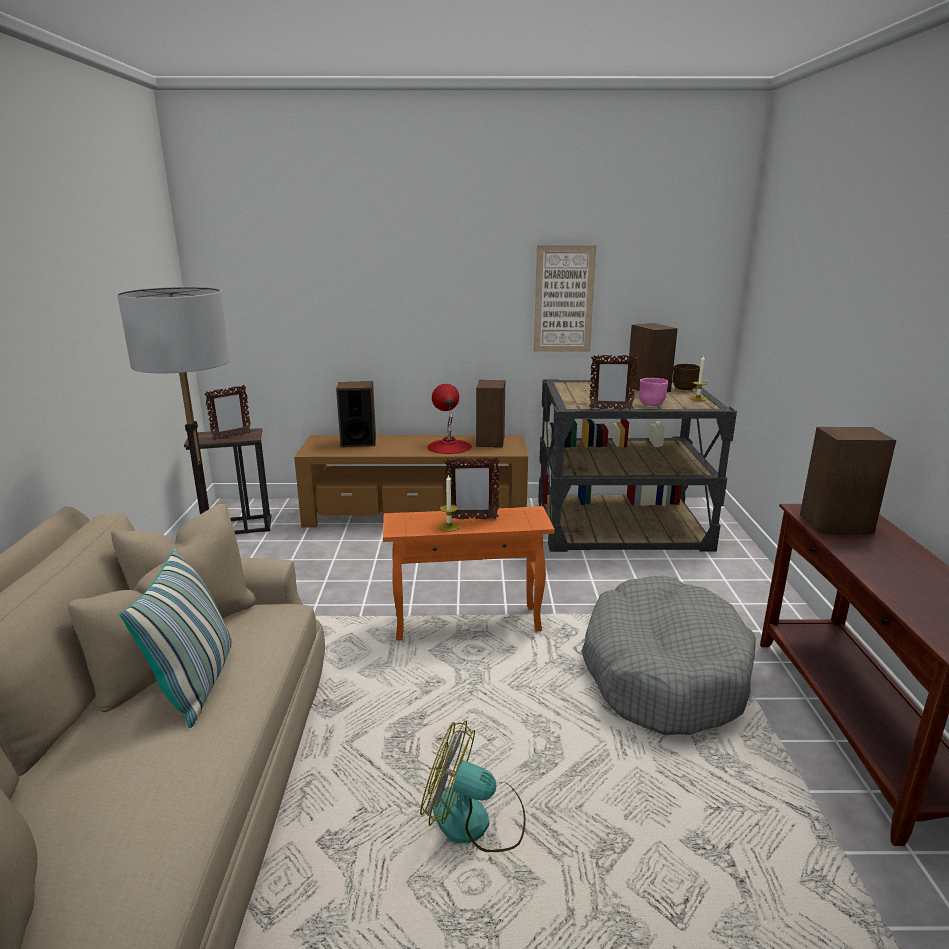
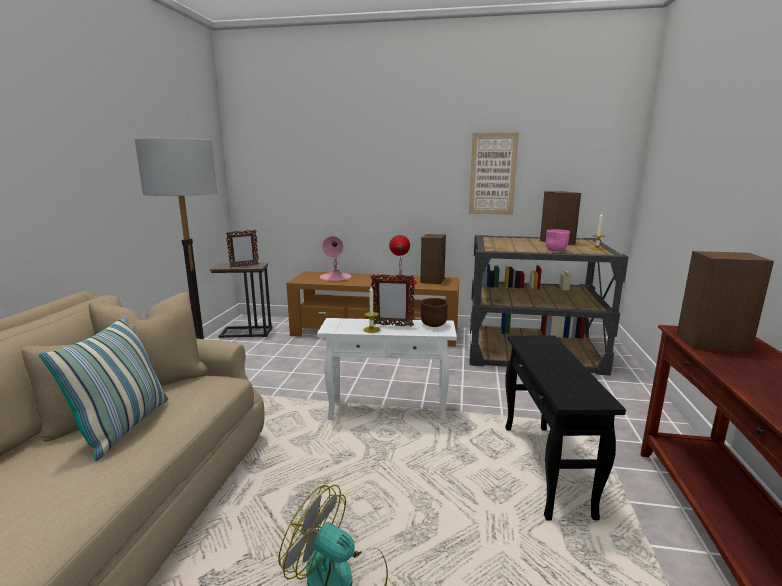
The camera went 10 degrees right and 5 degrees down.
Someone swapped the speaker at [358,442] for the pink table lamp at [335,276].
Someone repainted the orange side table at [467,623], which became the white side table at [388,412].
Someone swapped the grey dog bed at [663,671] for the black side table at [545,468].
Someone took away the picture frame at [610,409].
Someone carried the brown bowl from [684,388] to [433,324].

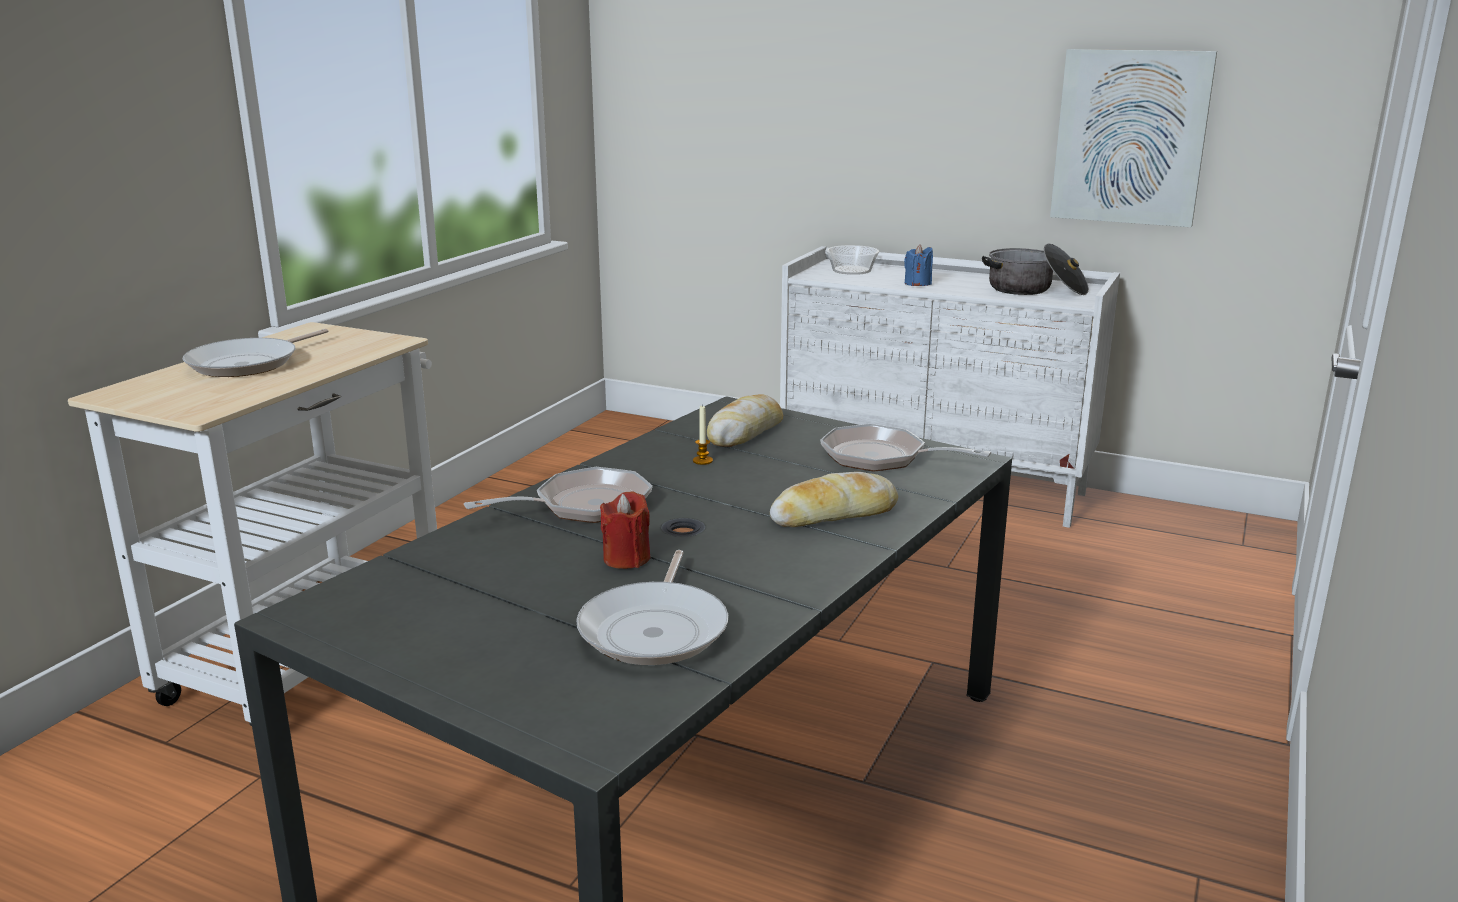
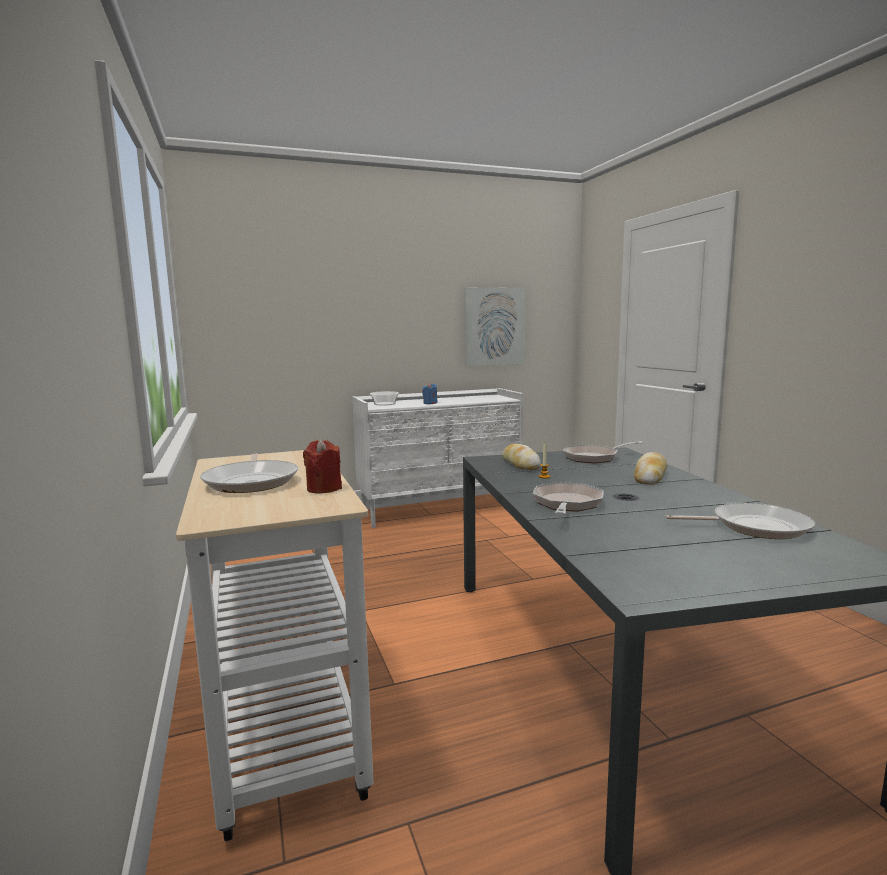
The camera went 45 degrees left and 10 degrees down.
Someone rotated the frying pan at [656,629] by 45 degrees counterclockwise.
Someone carried the red candle from [626,558] to [324,488].
Someone took away the cooking pot at [1035,290].

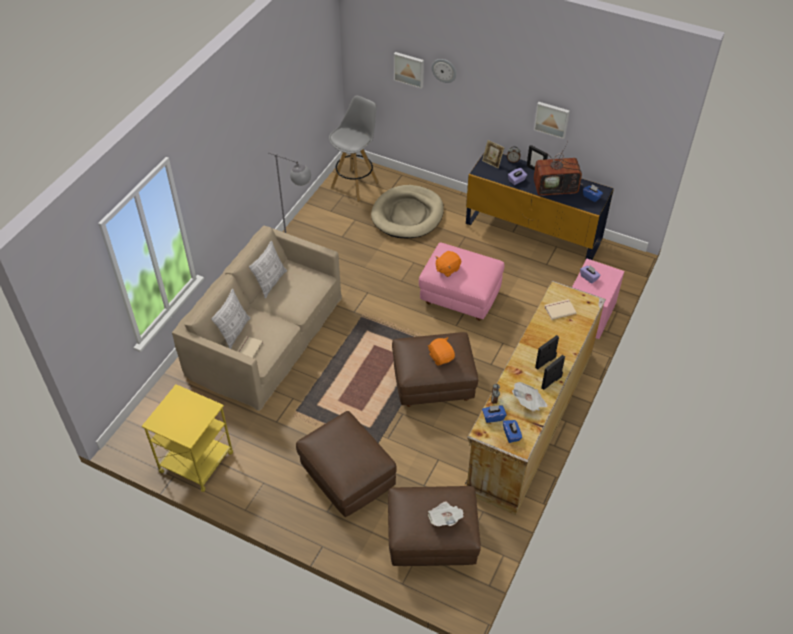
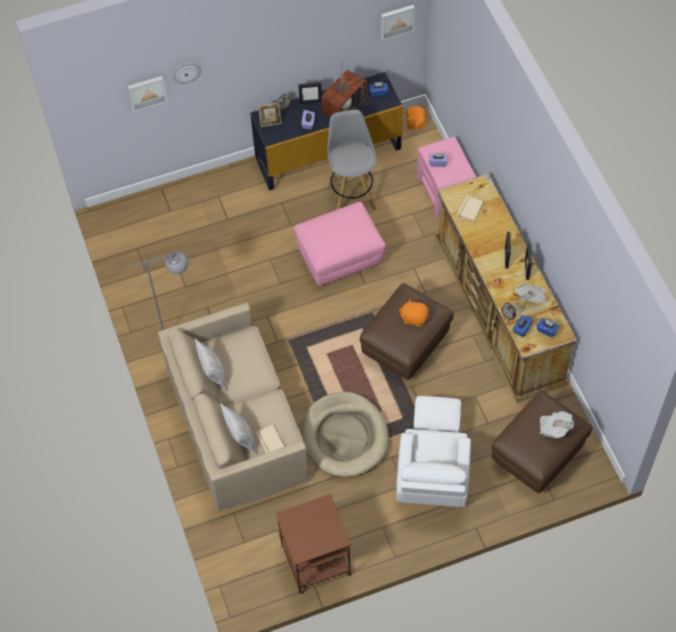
The camera went 45 degrees left and 10 degrees up.
Someone repainted the yellow cart at [195,461], which became the brown cart at [315,561].
Someone swapped the brown ottoman at [347,478] for the white armchair at [433,468].
Someone carried the grey stool from [356,185] to [352,196].
Someone carried the beige dog bed from [407,215] to [345,436].
Someone carried the orange plush toy from [447,269] to [415,123].
Someone carried the picture from [552,119] to [397,21].

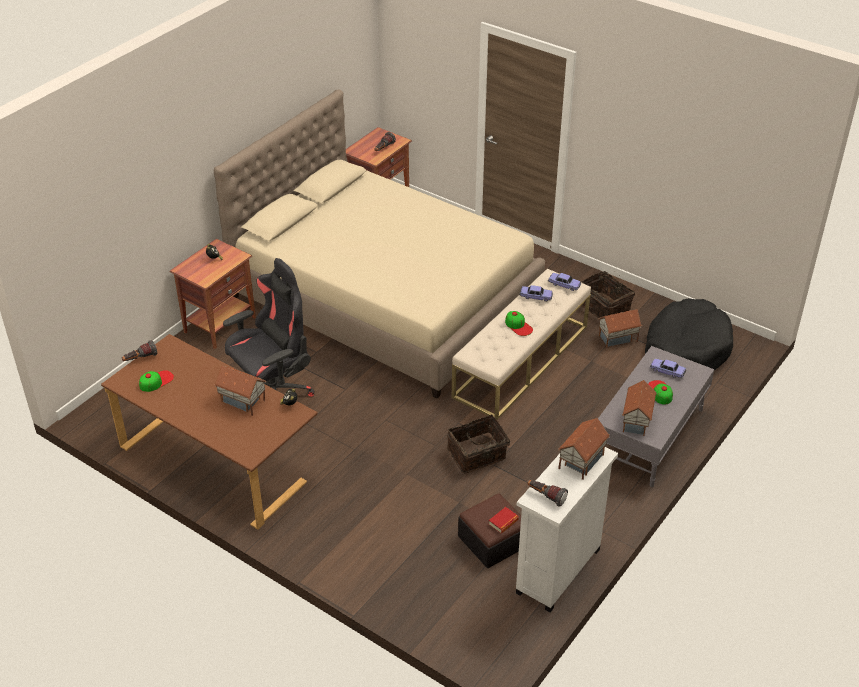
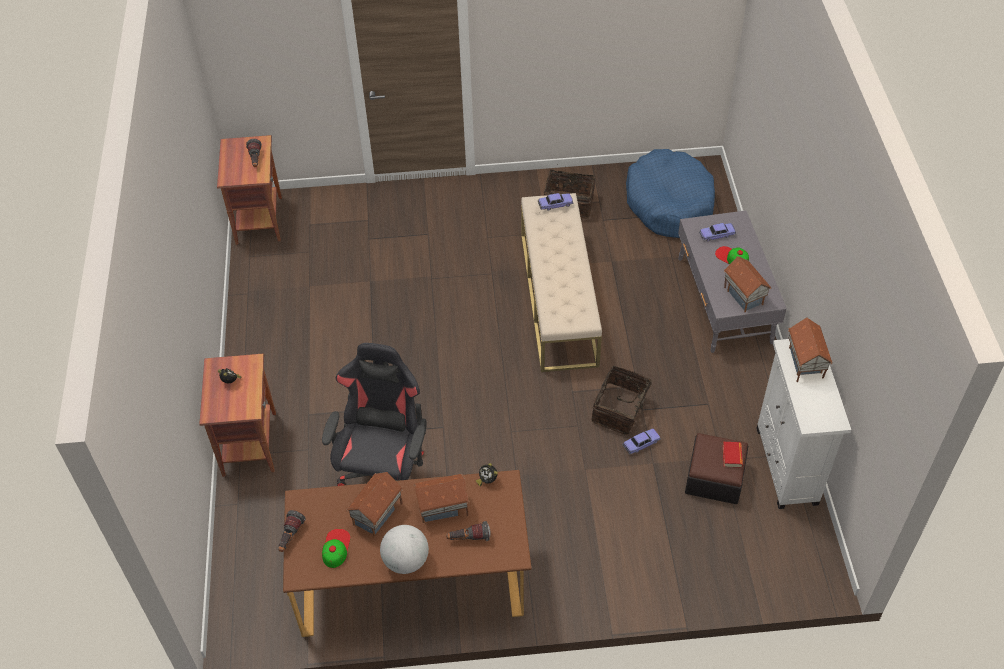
The camera went 40 degrees left and 10 degrees up.
Someone took away the beige bed at [385,298].
Someone took away the cap at [518,326].
Someone carried the toy car from [536,296] to [641,444].
Someone carried the flashlight from [545,496] to [468,538].
Someone carried the toy house from [618,339] to [378,514].
Someone repainted the black dog bed at [686,349], which became the blue dog bed at [669,203].
Someone put down the globe at [406,561].

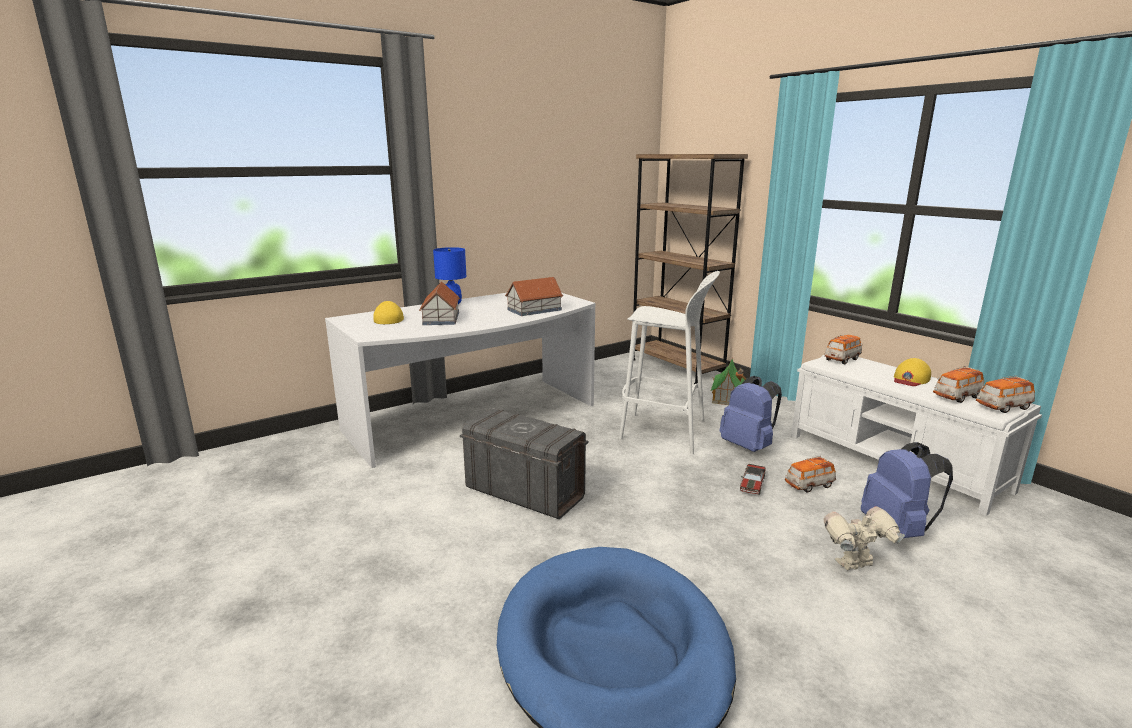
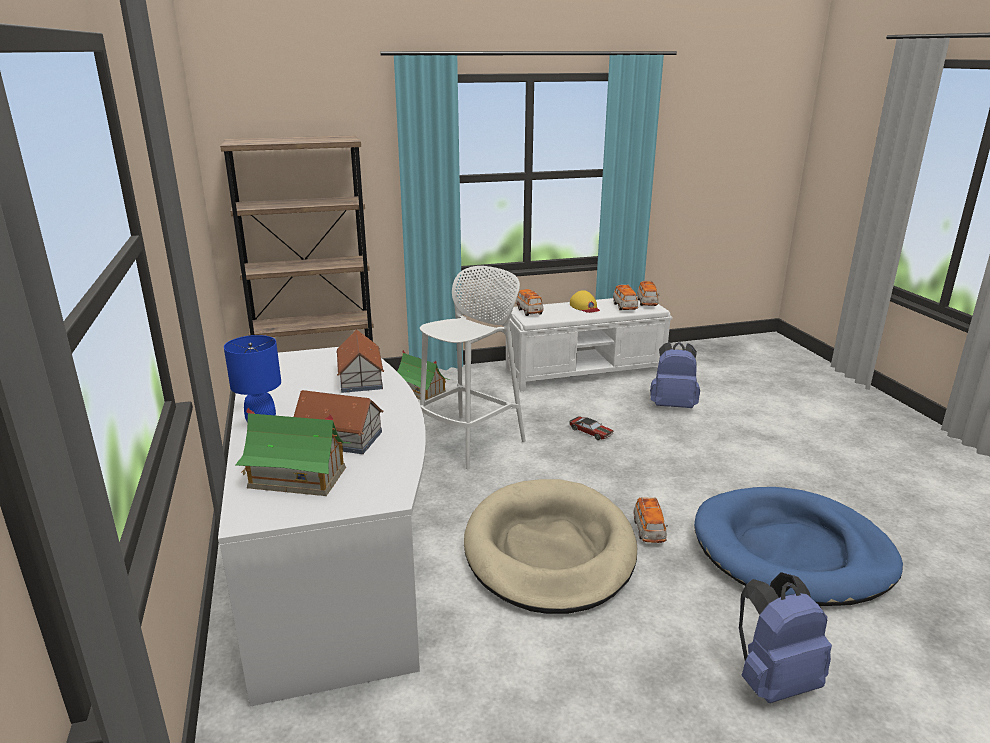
The camera went 70 degrees left and 5 degrees up.
Someone swapped the yellow cap at [389,318] for the toy house at [296,477].
Someone swapped the grey storage box at [524,492] for the beige dog bed at [549,550].
Someone carried the blue backpack from [748,446] to [773,681].
Someone carried the toy car from [809,485] to [648,531].
Someone took away the toy robot at [856,565].

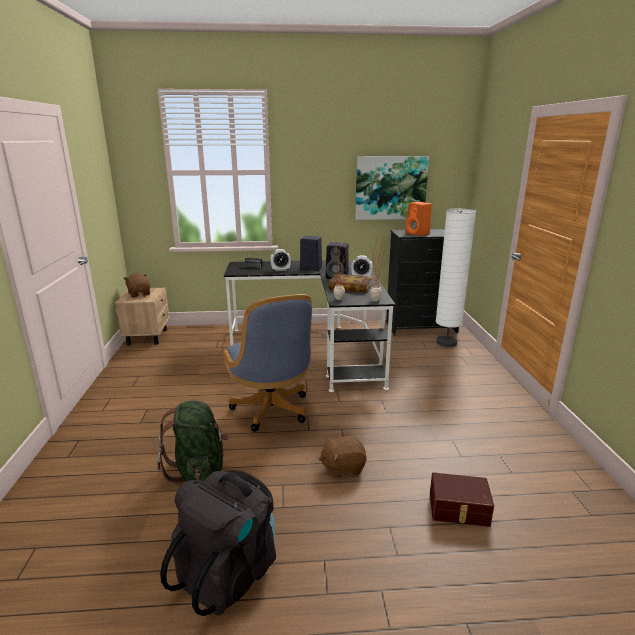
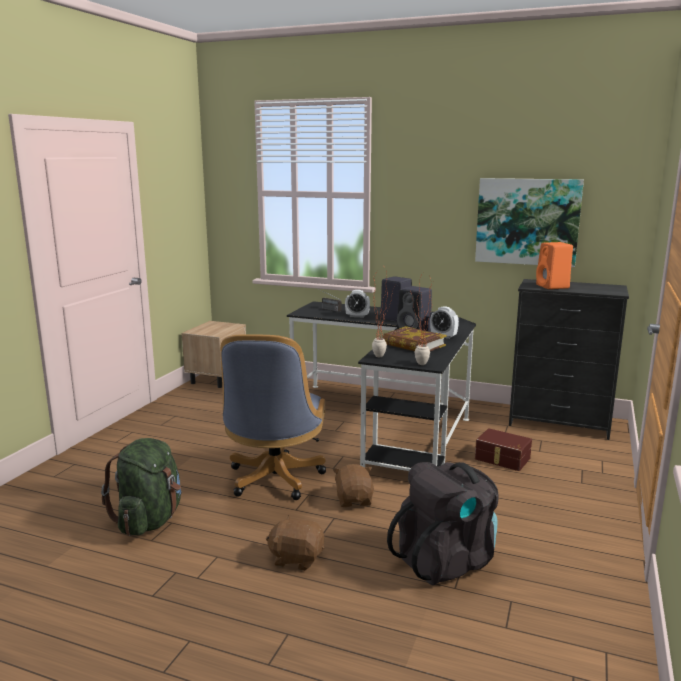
The camera went 25 degrees right and 5 degrees down.
Someone carried the brown plush toy from [139,294] to [354,500].
Someone carried the black backpack from [229,571] to [446,560].
Someone carried the brown storage box from [459,509] to [502,459].
Someone took away the white floor lamp at [446,343].

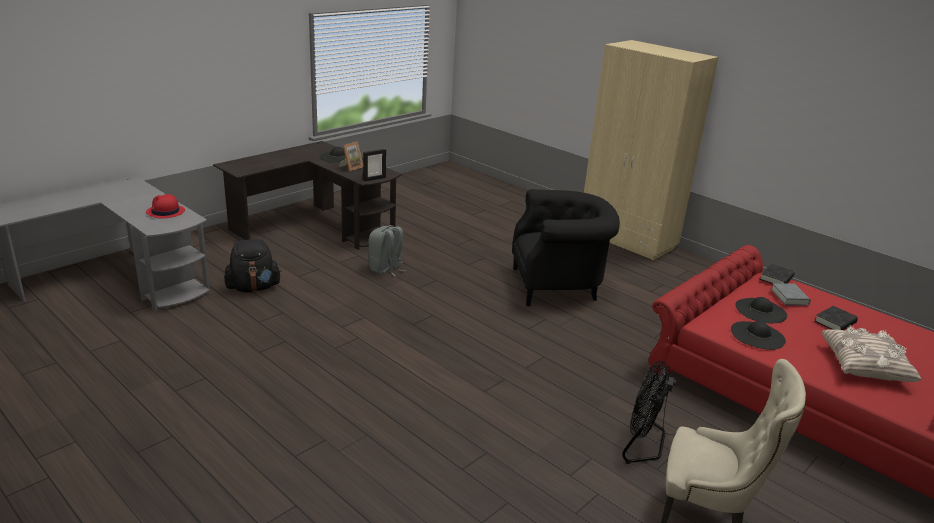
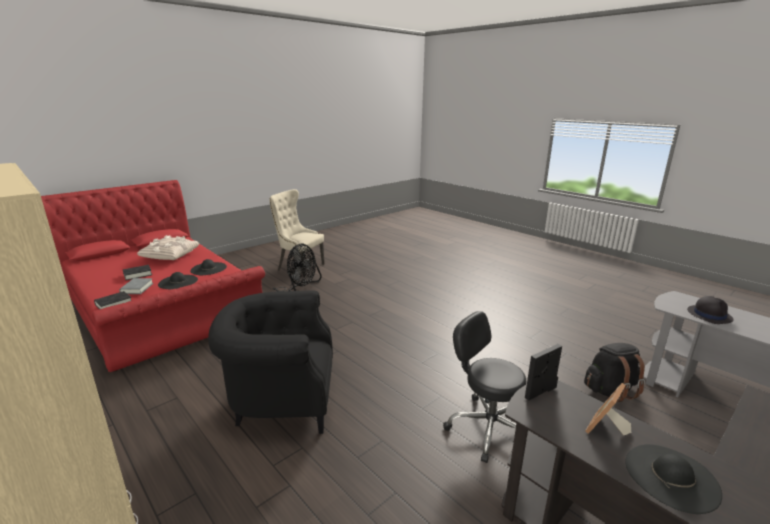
The camera went 175 degrees left and 5 degrees down.
Someone repainted the red hat at [165,212], which became the black hat at [709,315].
Someone swapped the grey backpack at [386,269] for the black office chair at [486,426].

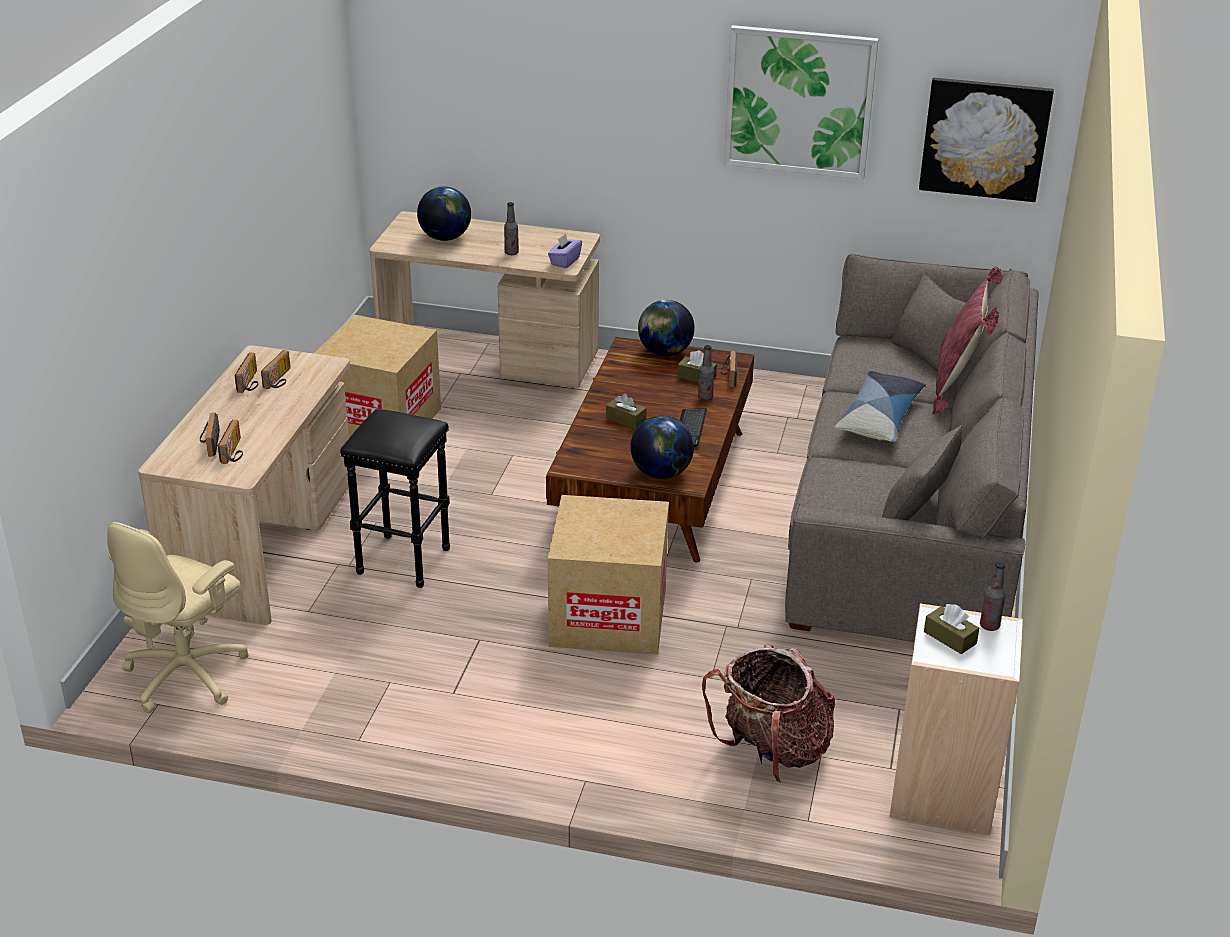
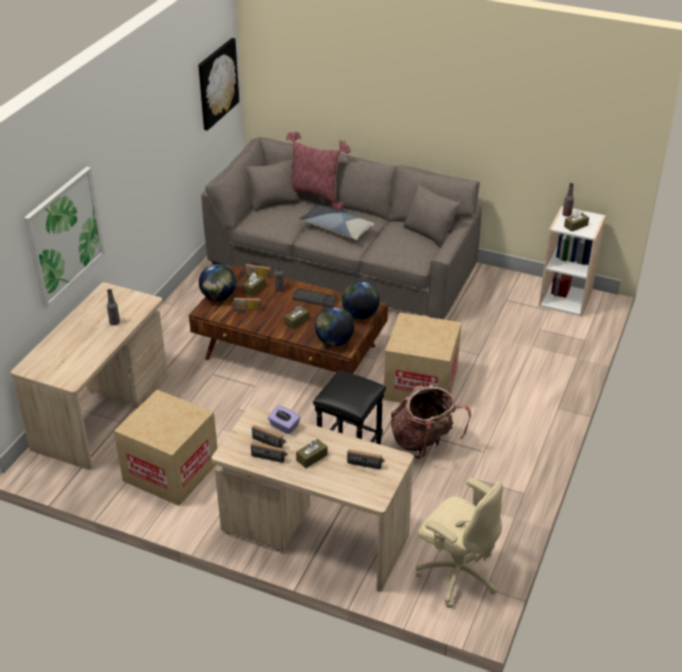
The camera went 80 degrees left and 5 degrees up.
Someone carried the radio from [208,442] to [246,310].
Someone carried the globe from [445,237] to [334,342].
Someone carried the purple tissue box from [564,261] to [284,426].
Someone carried the backpack from [772,751] to [424,442].
Someone carried the picture from [799,102] to [64,236].
Someone put down the brown tissue box at [312,457].

